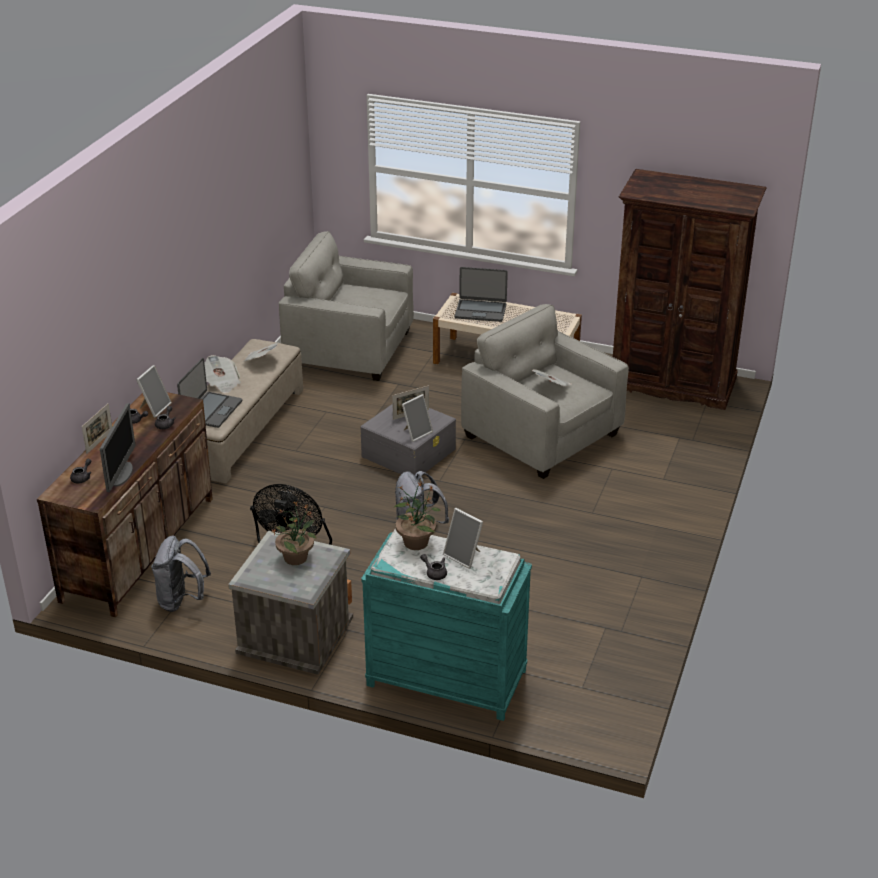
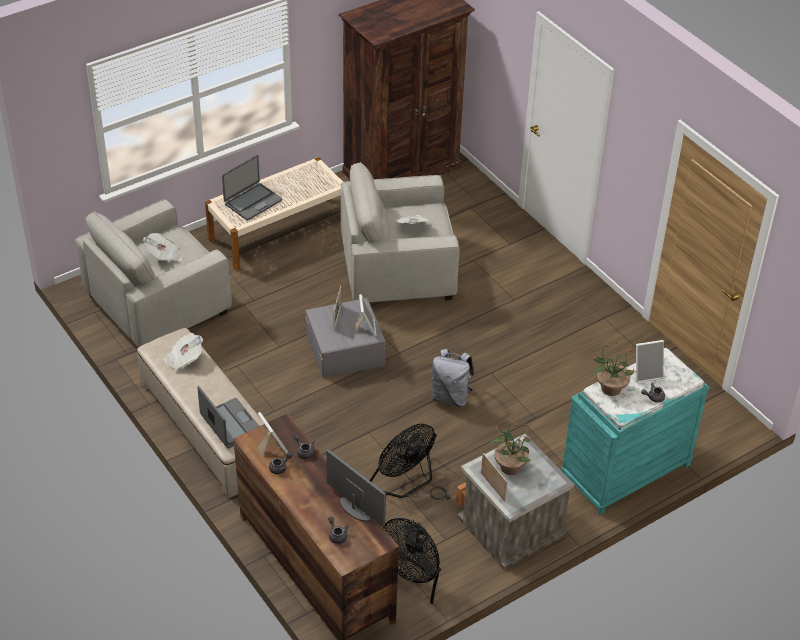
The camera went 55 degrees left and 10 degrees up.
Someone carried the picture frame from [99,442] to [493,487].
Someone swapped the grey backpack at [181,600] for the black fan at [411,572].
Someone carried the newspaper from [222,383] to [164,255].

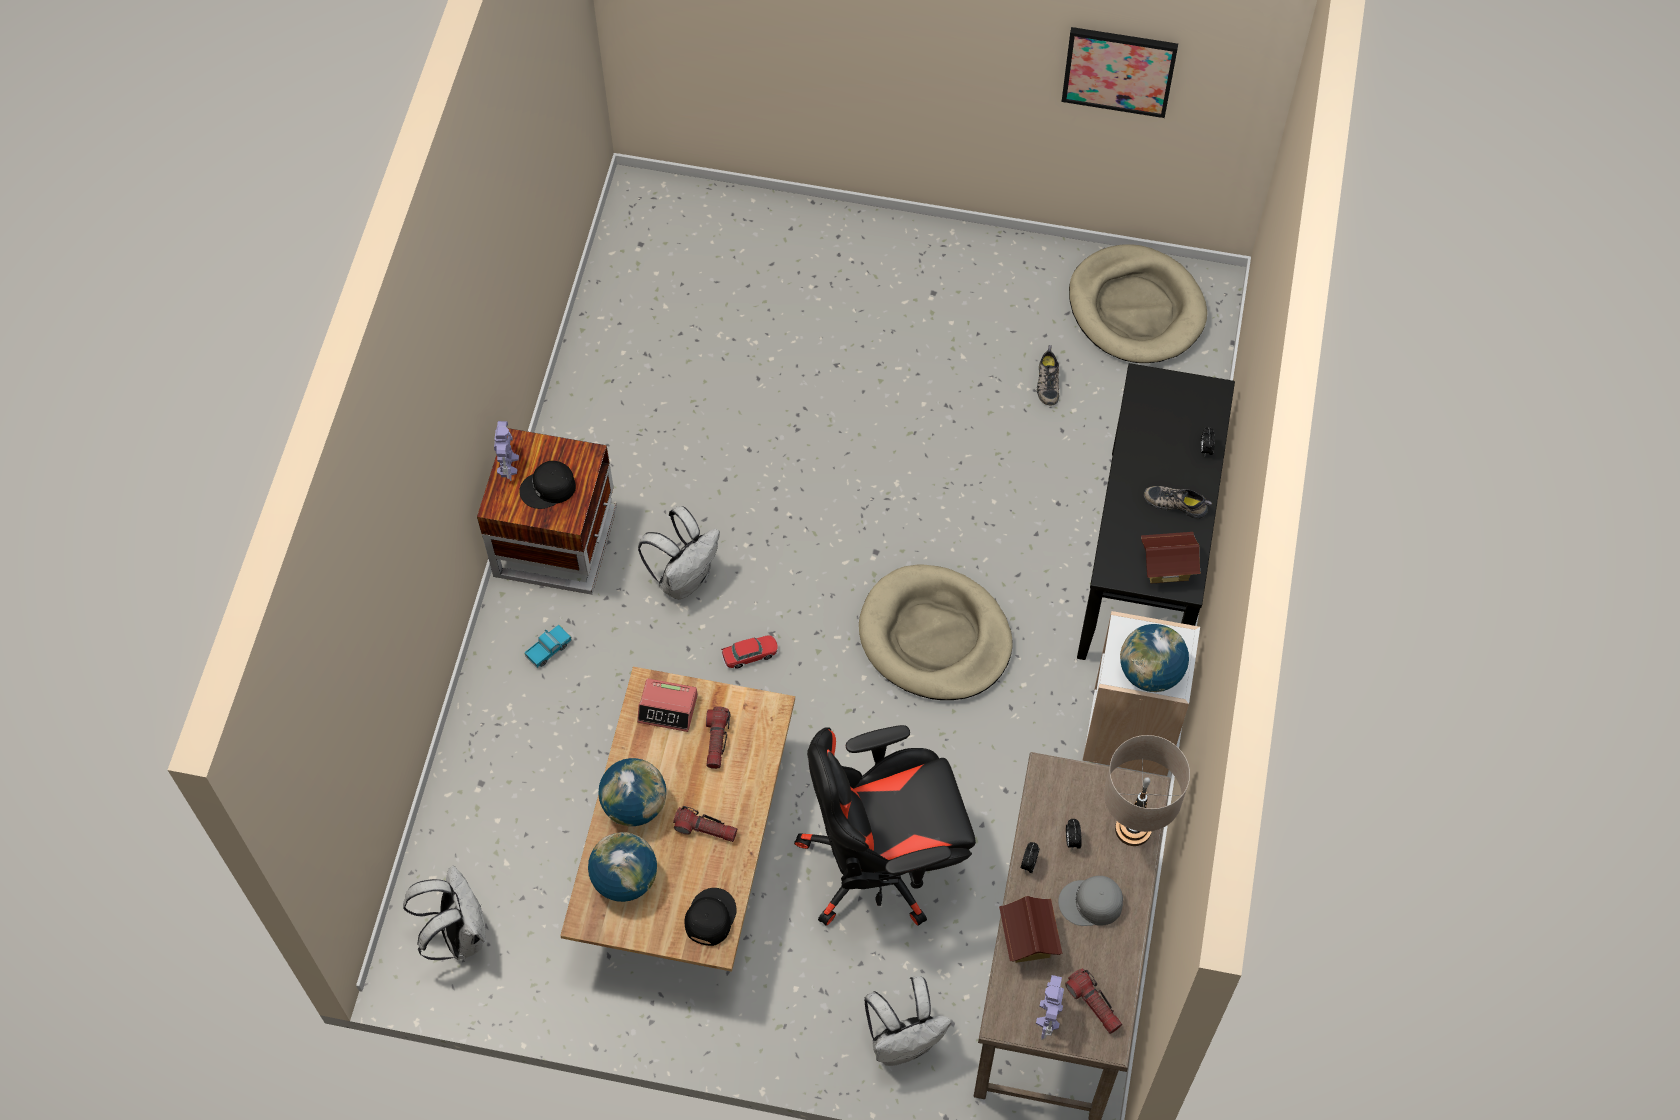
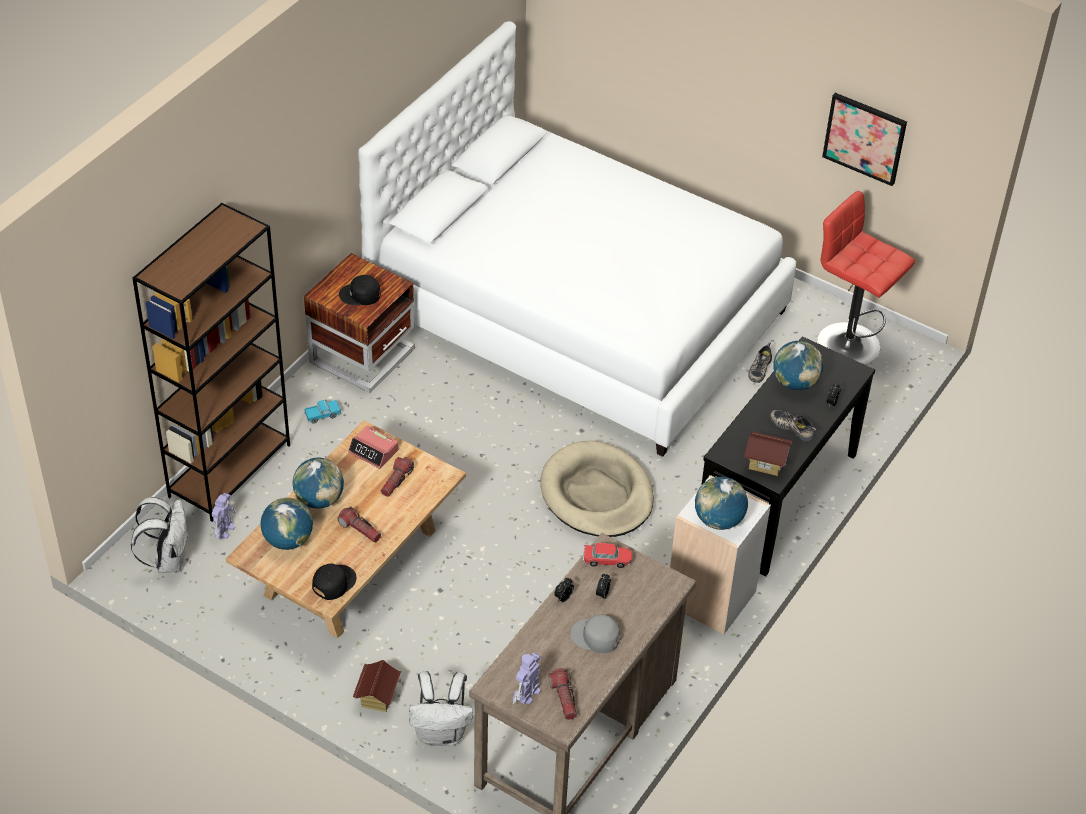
The camera went 20 degrees right and 15 degrees down.
Someone carried the toy robot from [508,463] to [224,530].
Someone took away the white backpack at [684,578].
Someone carried the toy car from [750,655] to [607,560].
Someone took away the black office chair at [887,861].
Someone carried the toy house from [1028,940] to [377,697].
Someone swapped the beige dog bed at [1136,308] for the red stool at [848,344].
Someone took away the beige table lamp at [1132,829].
Someone put down the brown bookcase at [229,470].
Someone put down the white bed at [576,310].
Someone put down the globe at [795,383].

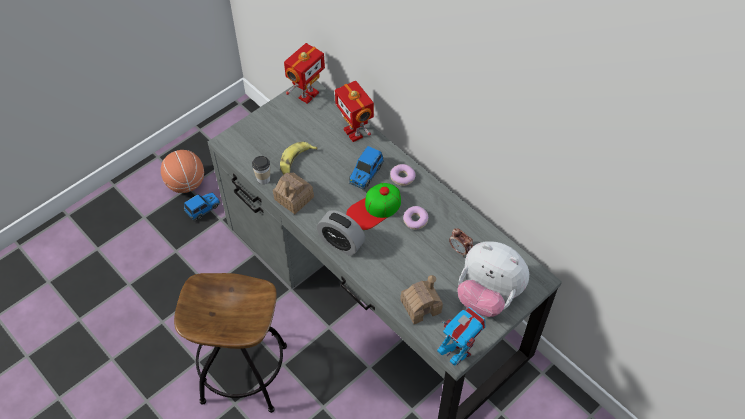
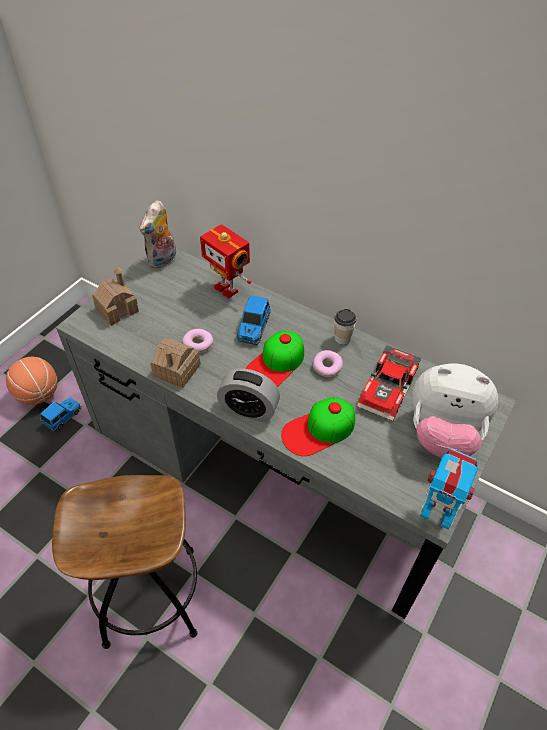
The camera went 15 degrees left and 5 degrees down.
Someone carried the cup from [263,178] to [342,338].
Someone took away the banana at [295,162].
Someone swapped the toy robot at [307,95] for the plush toy at [163,260].
Someone carried the donut from [402,177] to [198,344].
Someone carried the toy house from [420,306] to [117,309].
Someone swapped the alarm clock at [460,250] for the toy car at [390,389].
Someone put down the cap at [318,430].

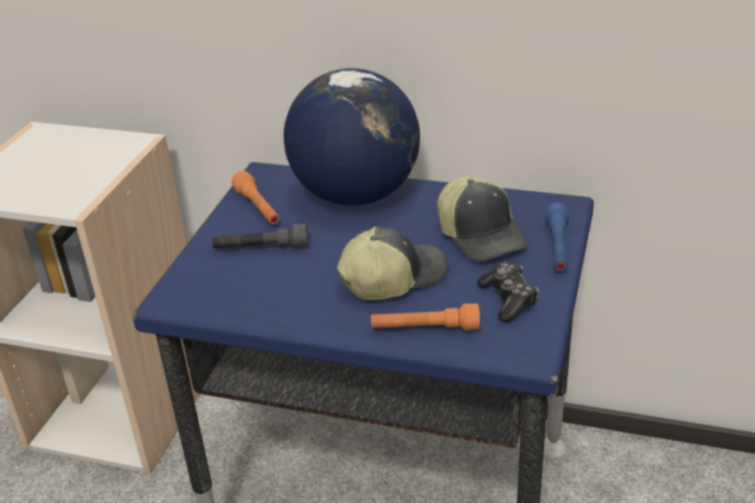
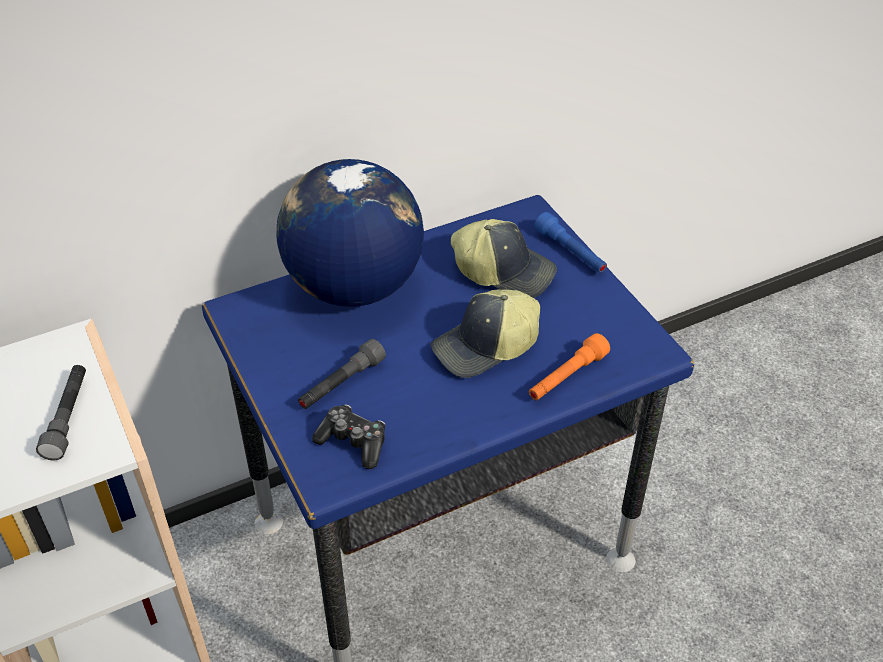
The camera went 45 degrees left and 10 degrees up.
Someone took away the orange flashlight at [258,208].
Someone rotated the cap at [392,277] by 135 degrees counterclockwise.
Someone carried the game controller from [508,299] to [353,442].
Someone put down the grey flashlight at [68,418].

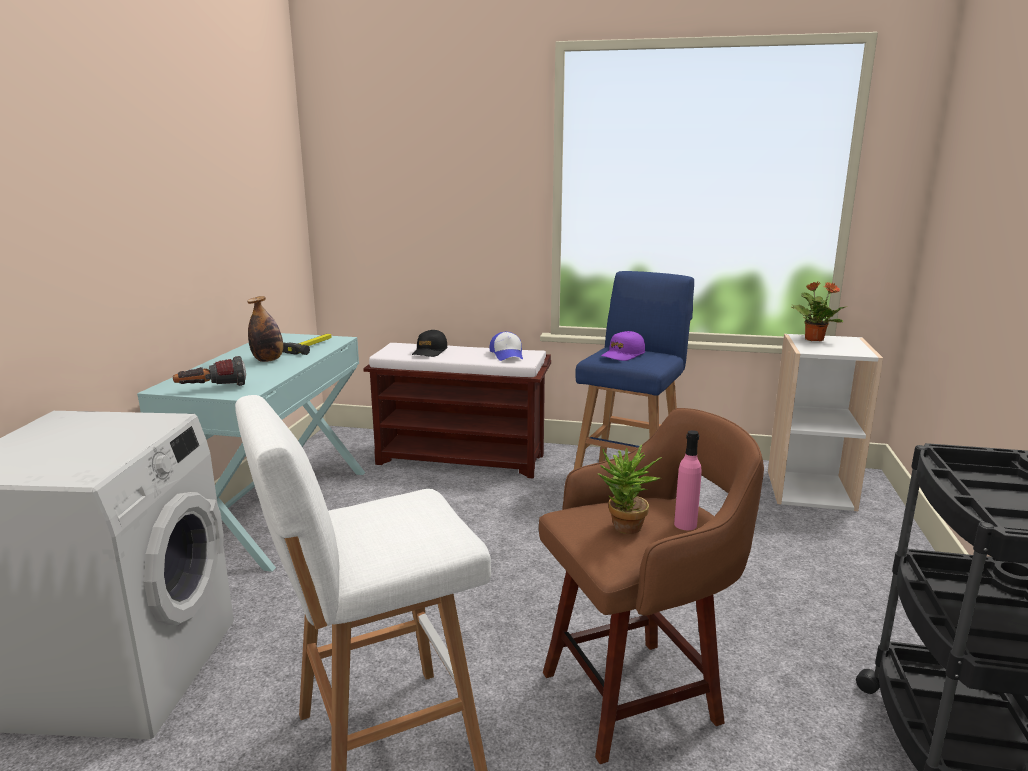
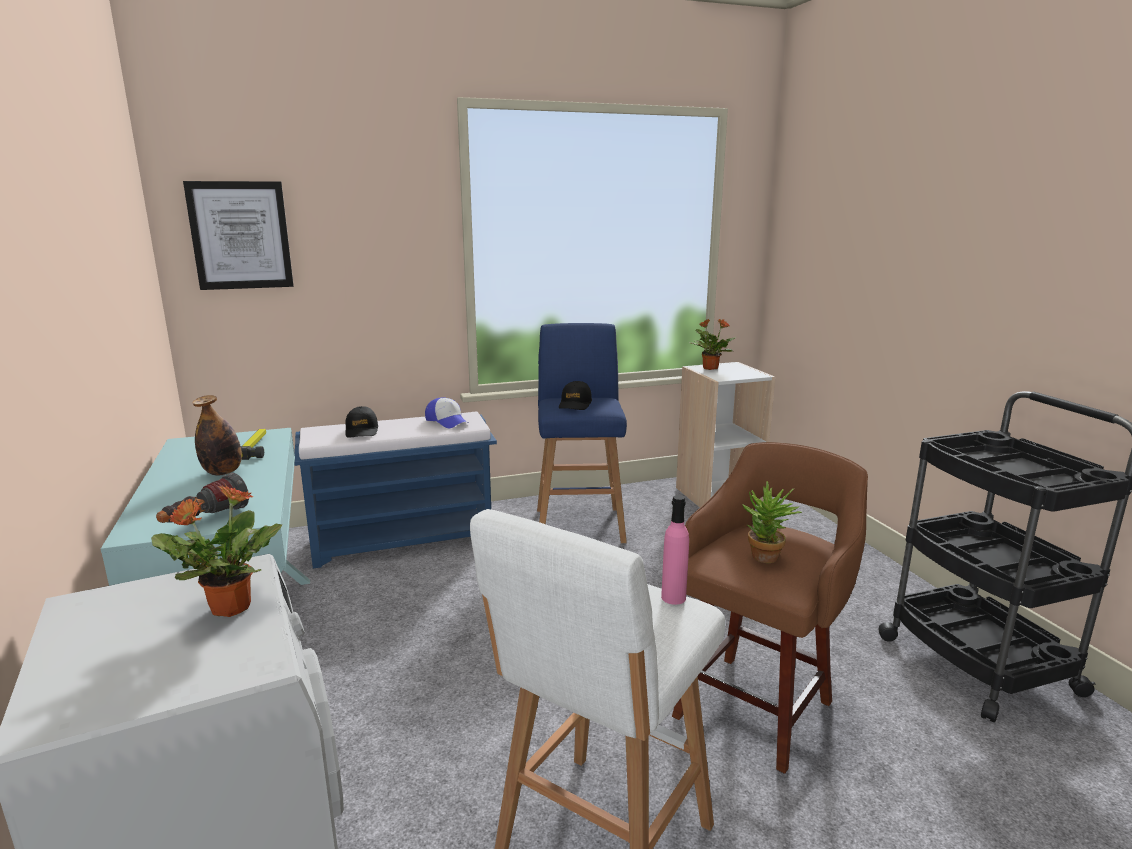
The camera went 30 degrees left and 0 degrees up.
Someone repainted the brown bench at [462,459], which became the blue bench at [404,539].
Someone repainted the purple cap at [623,355], which became the black cap at [575,404].
Someone carried the pink bottle from [685,524] to [673,597].
Someone put down the potted plant at [229,608].
Someone put up the picture at [240,235].

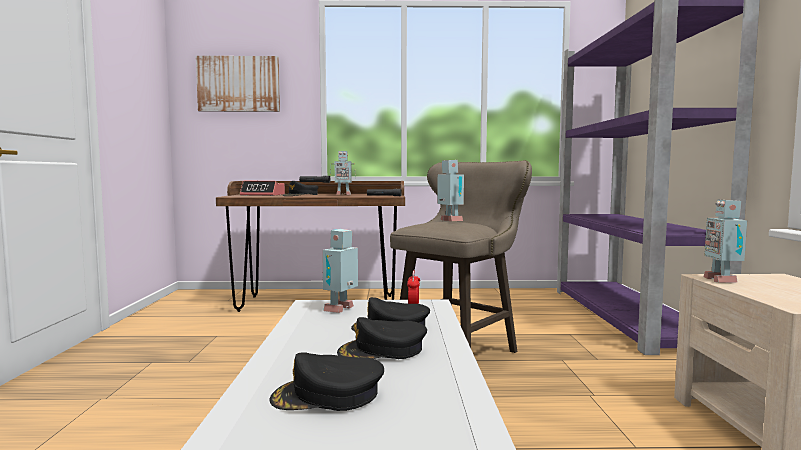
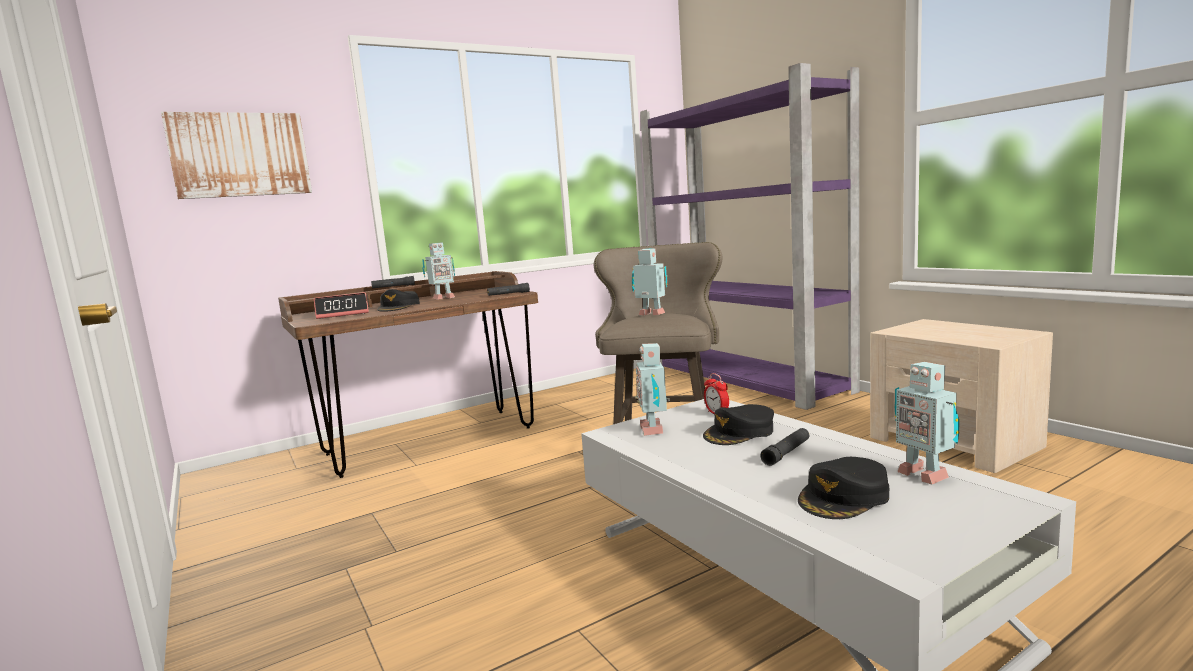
The camera went 30 degrees left and 5 degrees up.
Someone swapped the black cap at [382,350] for the black flashlight at [786,453].
Someone carried the toy robot from [722,280] to [923,474].

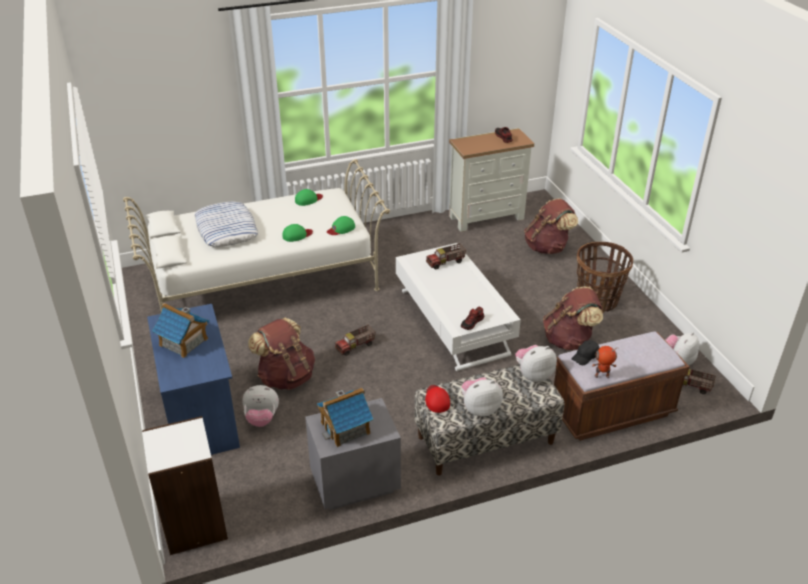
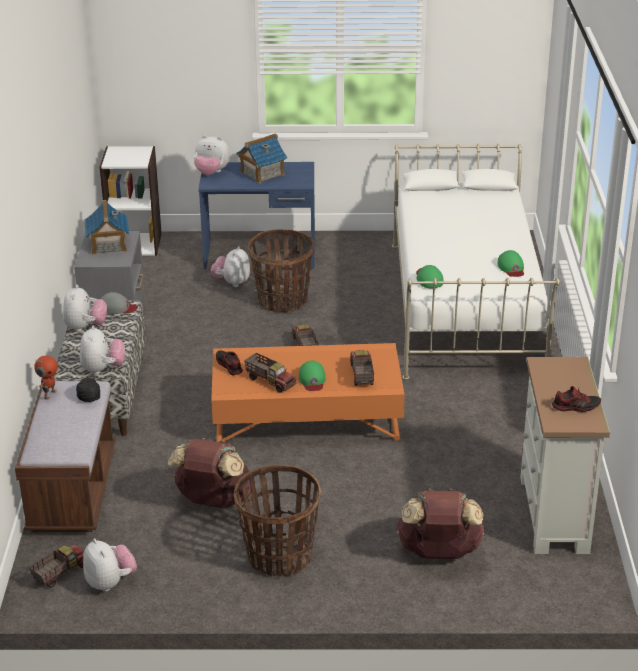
The camera went 110 degrees right and 5 degrees down.
Someone took away the pillow at [226,229].
Someone swapped the brown backpack at [286,377] for the basket at [282,301].
Someone carried the green cap from [297,235] to [312,379].
Someone repainted the white coffee table at [453,323], which became the orange coffee table at [305,420].
Someone repainted the red cap at [436,399], which became the grey cap at [117,308].
Someone put down the plush toy at [212,173].
Someone put down the toy truck at [270,381].

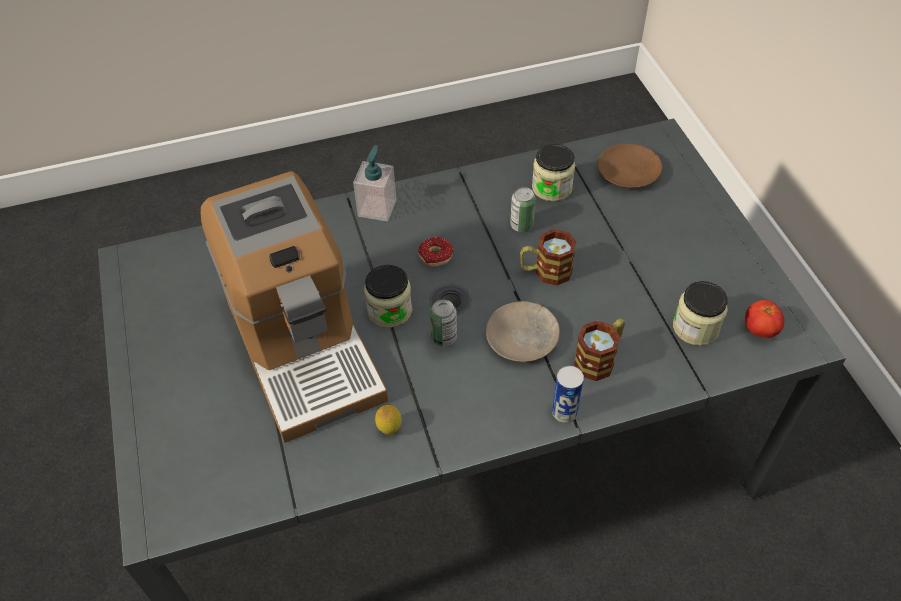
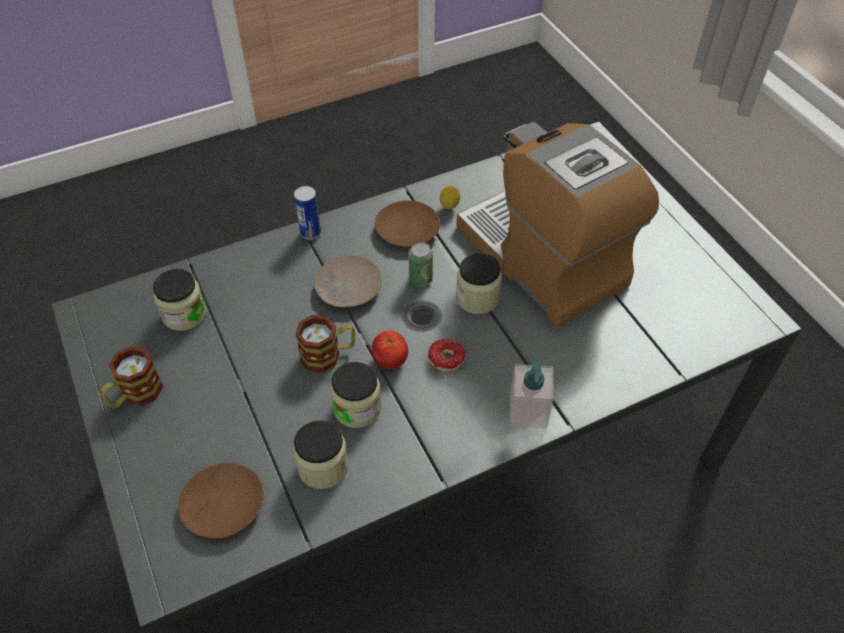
The camera went 170 degrees right and 0 degrees up.
Someone swapped the can at [521,225] for the jar at [357,408].
Someone carried the mug from [599,358] to [135,394].
Someone carried the tomato from [759,330] to [390,360].
Someone put down the brown plate at [408,230].

